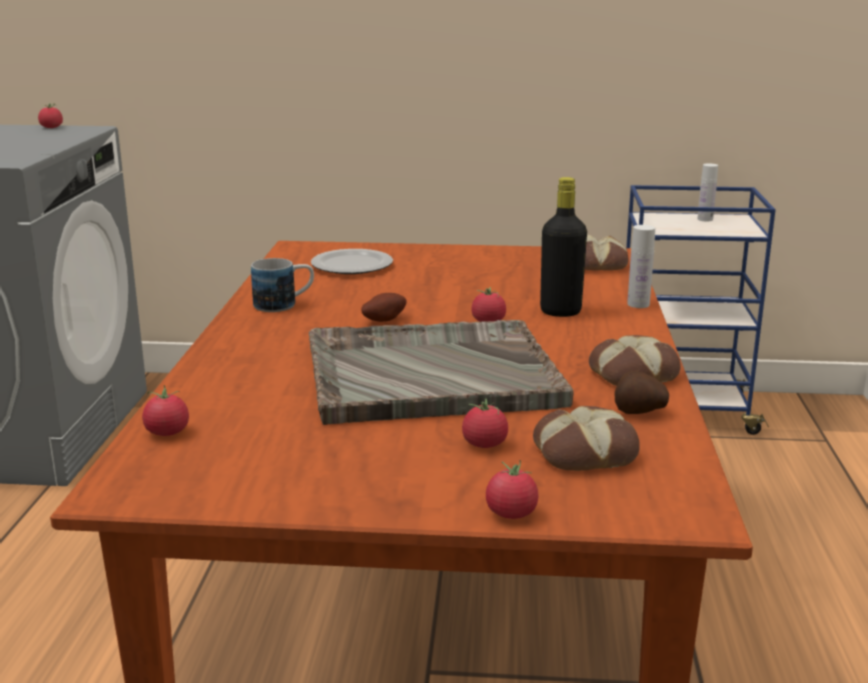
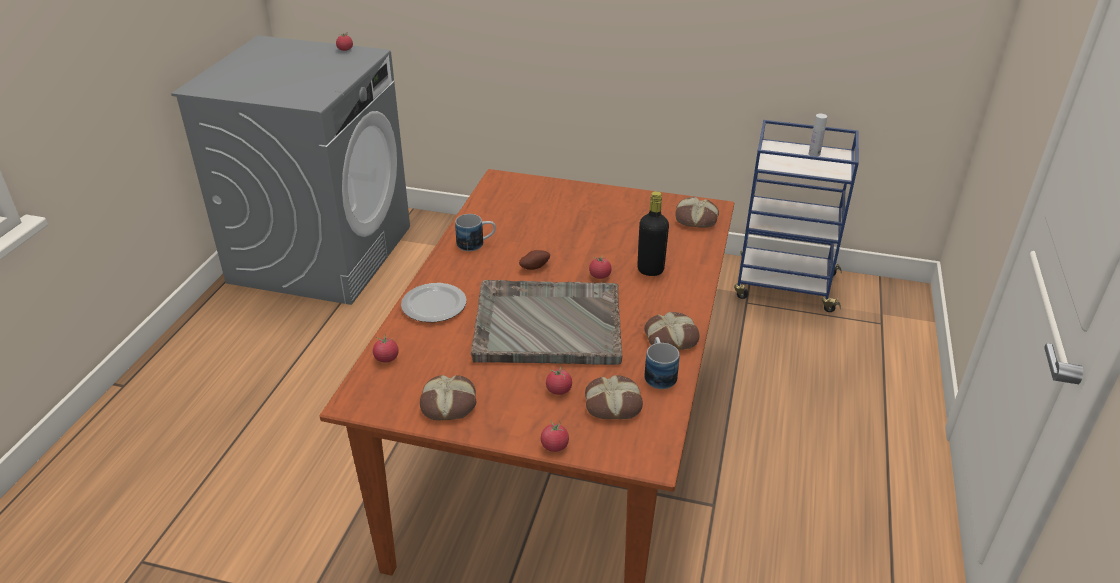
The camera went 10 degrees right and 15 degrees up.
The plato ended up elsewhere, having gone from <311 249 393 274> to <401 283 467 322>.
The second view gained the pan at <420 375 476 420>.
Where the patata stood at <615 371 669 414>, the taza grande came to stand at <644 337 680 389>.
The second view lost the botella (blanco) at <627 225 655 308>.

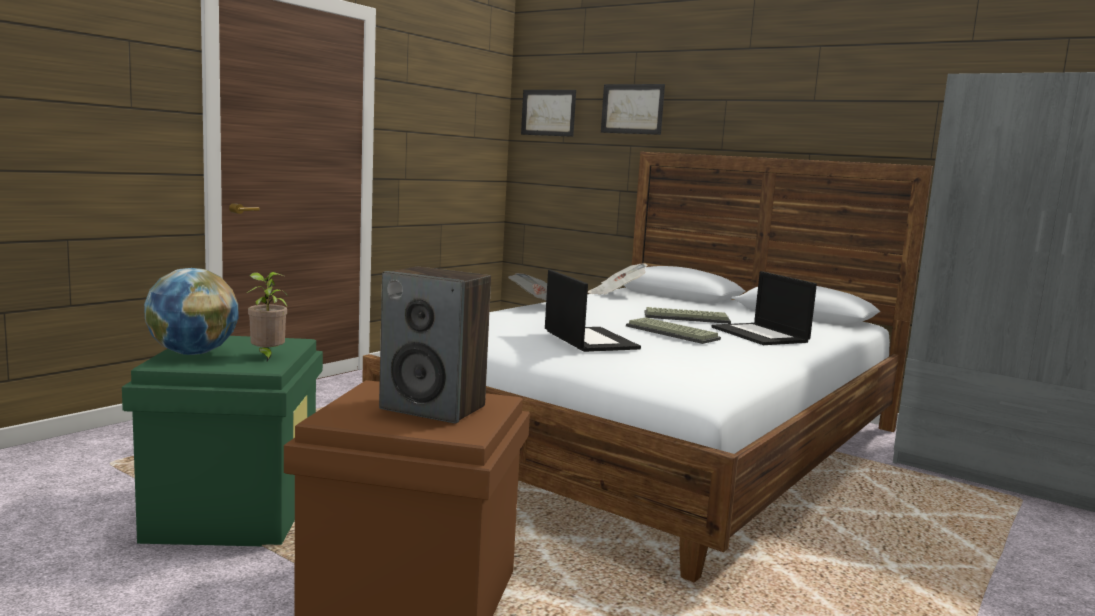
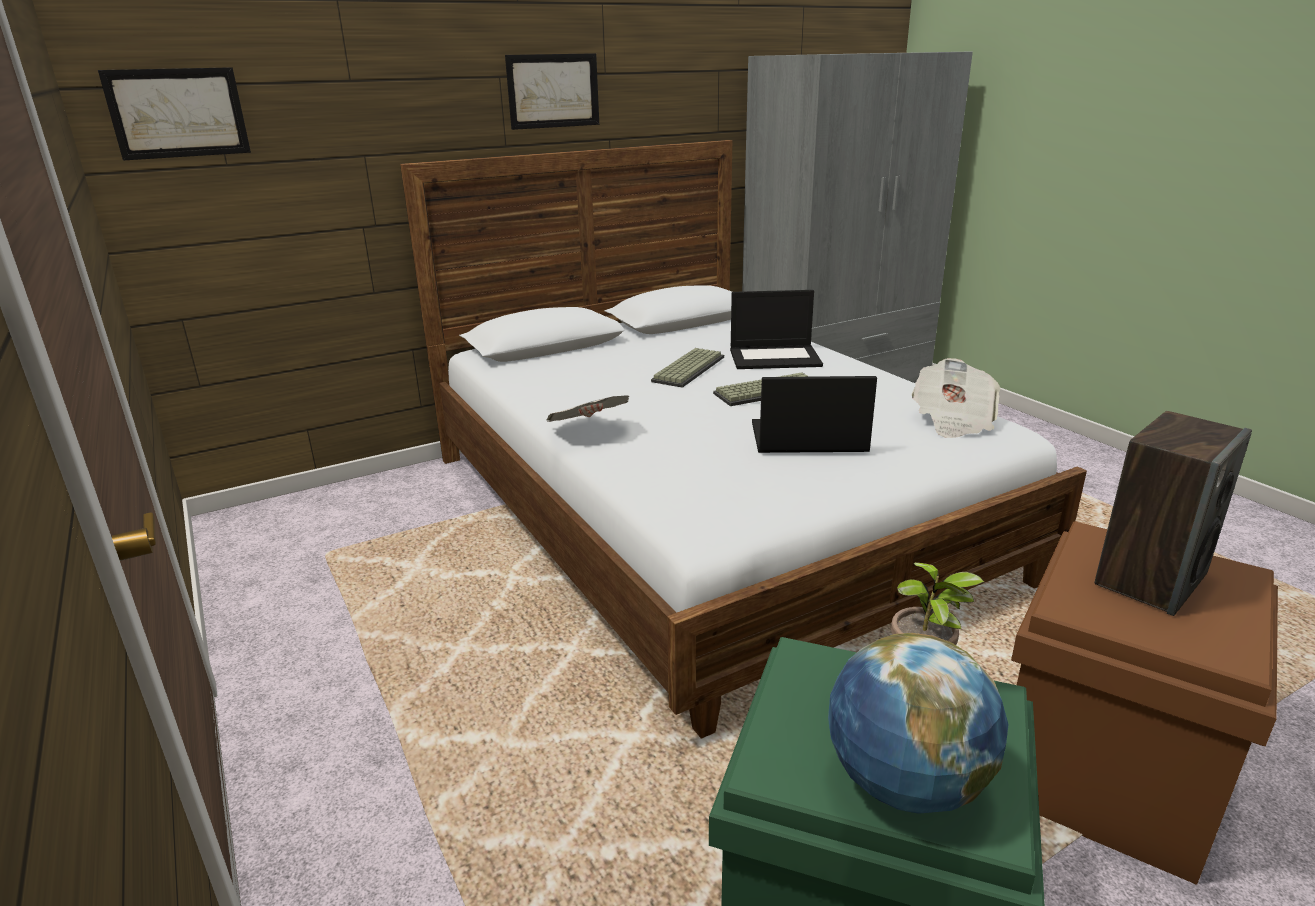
The camera went 65 degrees left and 15 degrees up.
The cuadro ended up elsewhere, having gone from <601 84 665 135> to <505 53 599 130>.
The periódico ended up elsewhere, having gone from <588 263 648 295> to <912 358 1001 438>.

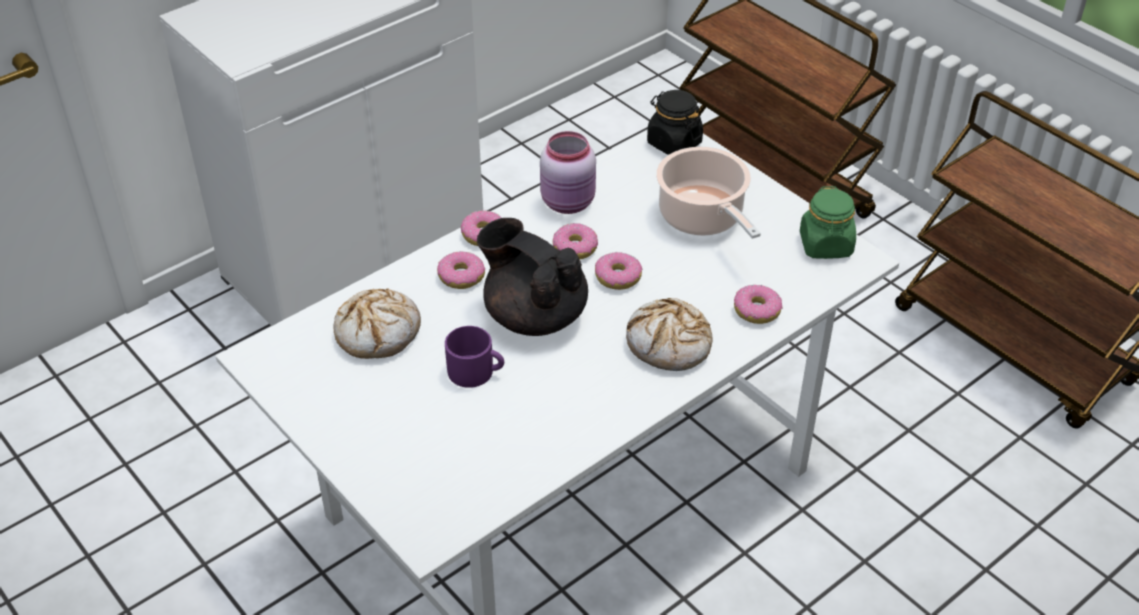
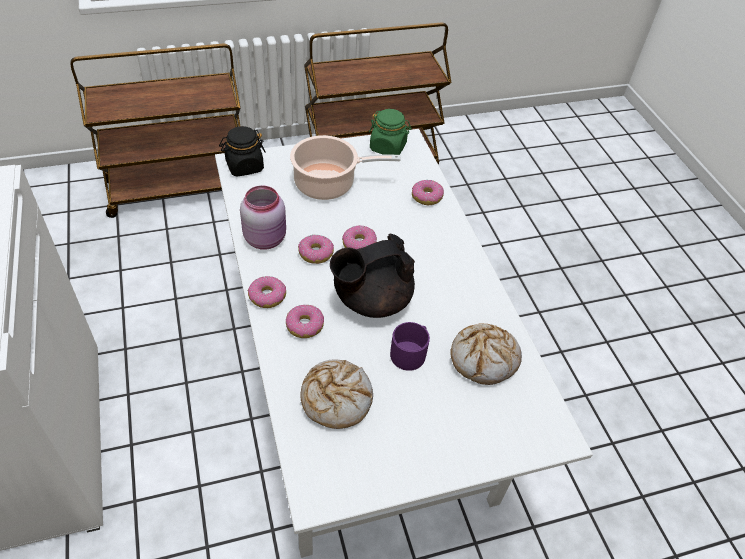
The camera went 70 degrees left and 5 degrees up.
The pan ended up elsewhere, having gone from <626 298 712 371> to <450 323 522 385>.

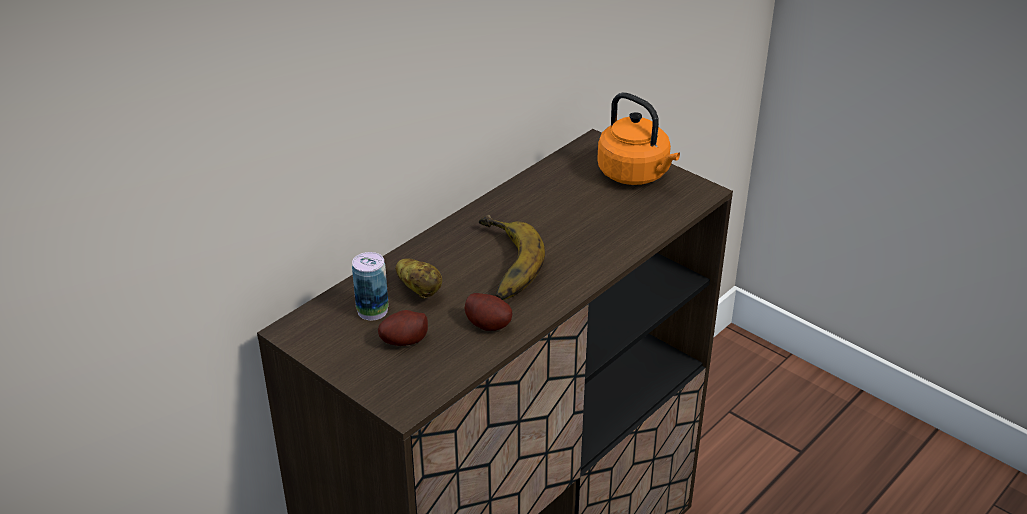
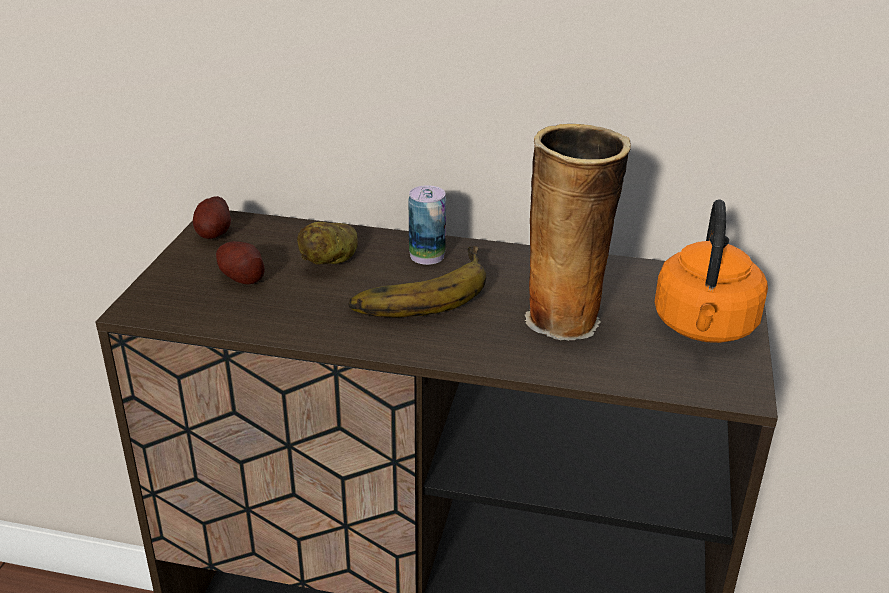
The camera went 60 degrees right and 5 degrees down.
The patata ended up elsewhere, having gone from <465 293 513 331> to <193 196 231 239>.
The lata ended up elsewhere, having gone from <352 252 389 320> to <409 185 446 265>.
The second view gained the florero at <525 124 631 341>.

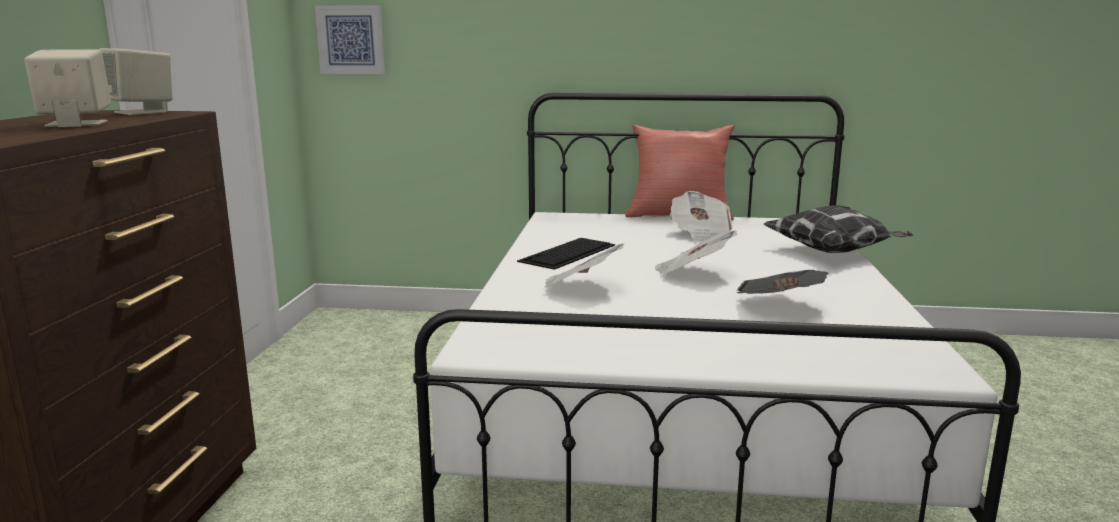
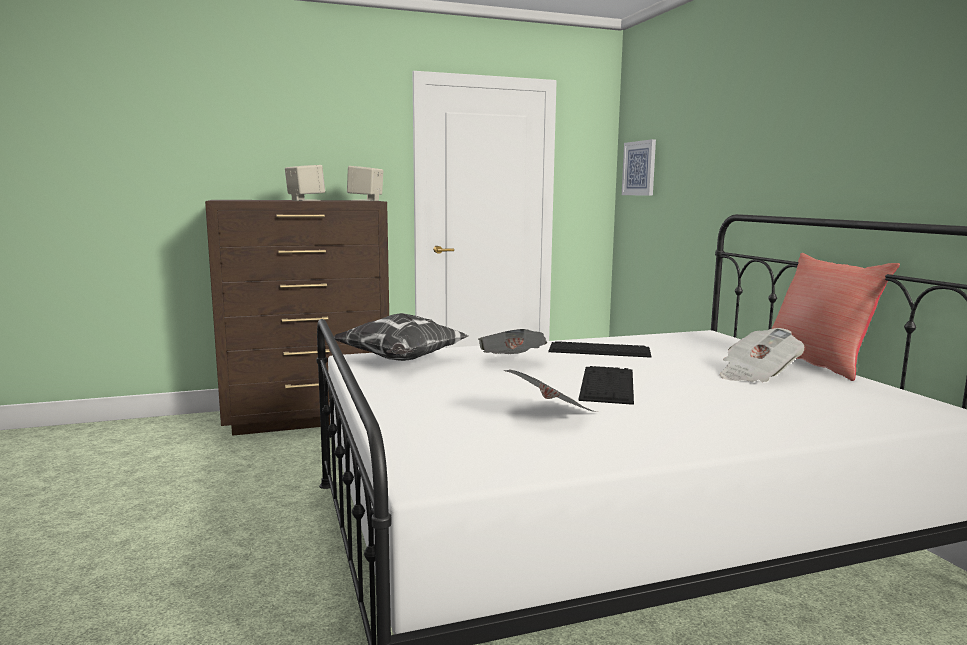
The camera went 65 degrees right and 5 degrees down.
The cojín ended up elsewhere, having gone from <764 205 914 253> to <334 313 468 361>.
Where the periódico stood at <655 230 737 275>, the teclado came to stand at <578 366 634 405>.

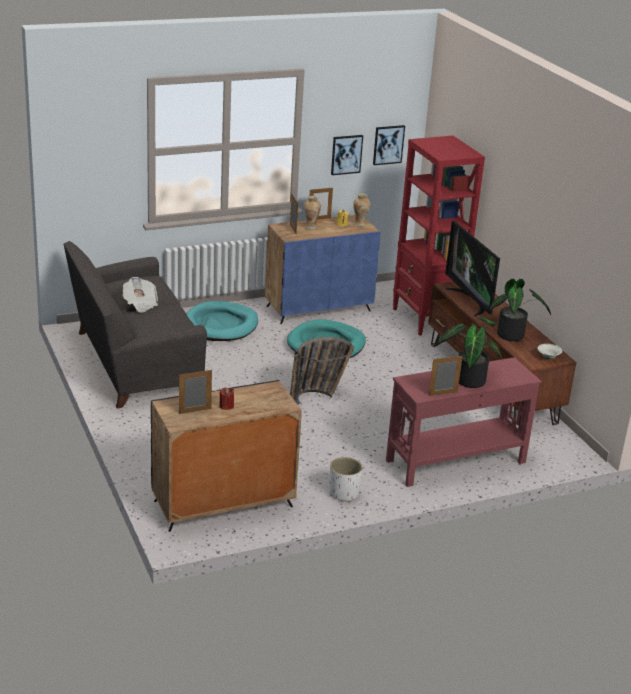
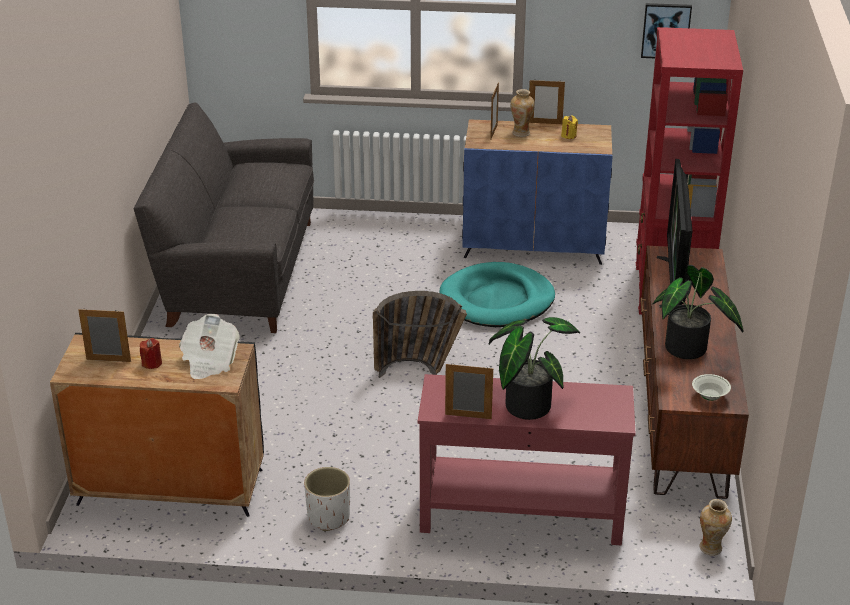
The camera went 30 degrees right and 5 degrees up.
The periódico ended up elsewhere, having gone from <123 277 158 313> to <179 314 240 379>.
The florero ended up elsewhere, having gone from <353 193 370 227> to <700 499 732 556>.
The second view lost the cama para perro (turquesa) at <186 301 258 341>.
The second view lost the cuadro at <331 135 363 175>.

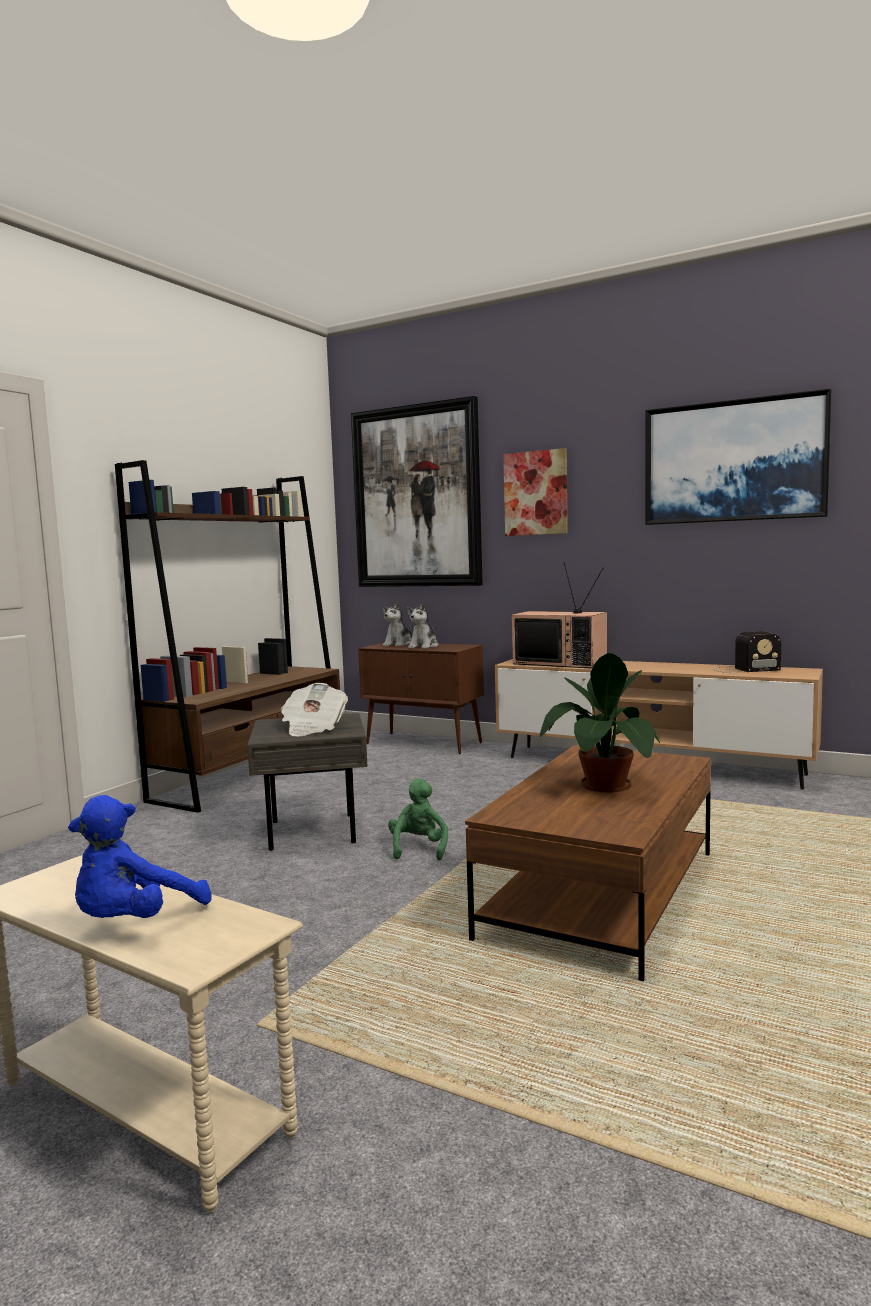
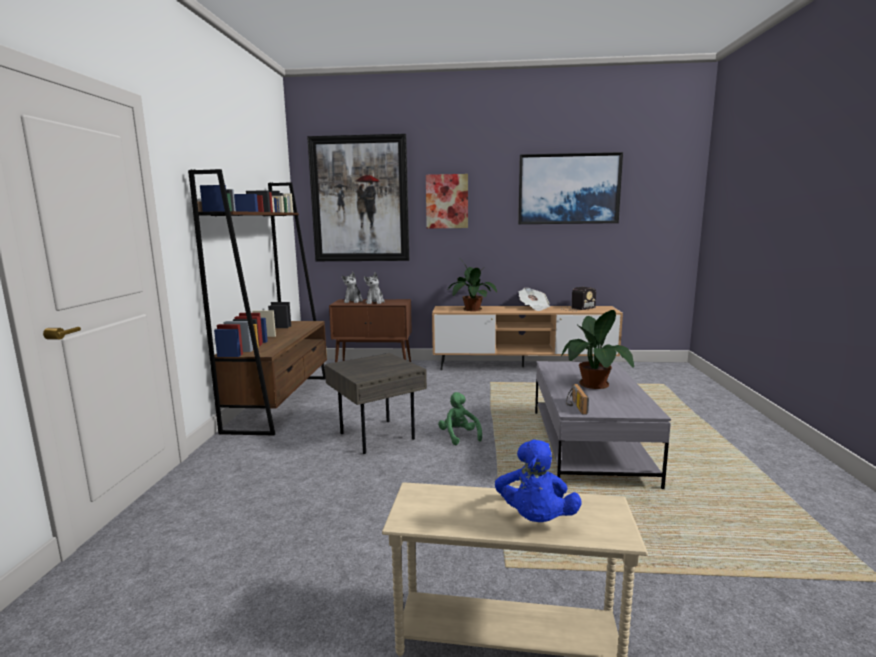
The camera went 25 degrees left and 5 degrees up.
Where the televisor stood at <512 563 607 669>, the planta en maceta came to stand at <448 262 497 311>.
The periódico ended up elsewhere, having gone from <281 683 348 736> to <518 288 550 311>.
What was the mesa de centro (marrón) at <465 745 711 981> turned into the mesa de centro (gris) at <535 361 671 489>.
The second view gained the radio at <566 384 589 414>.

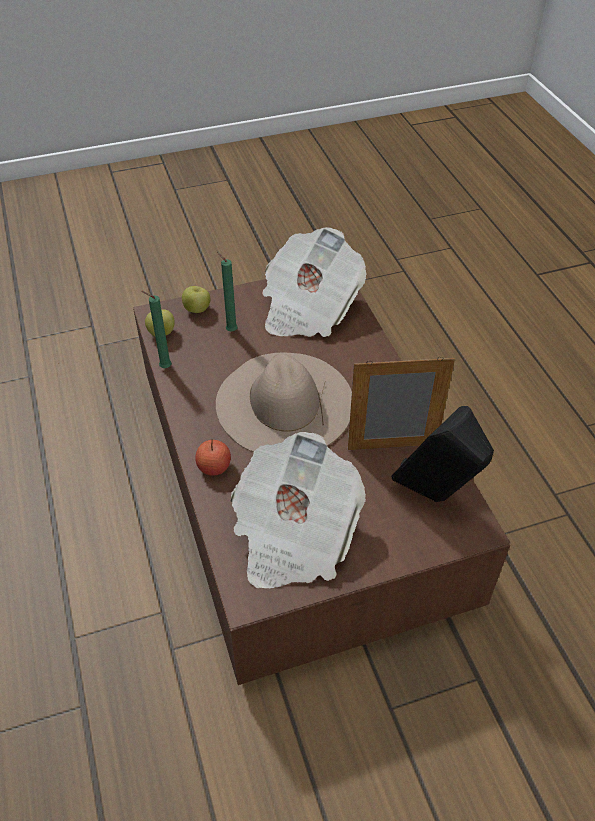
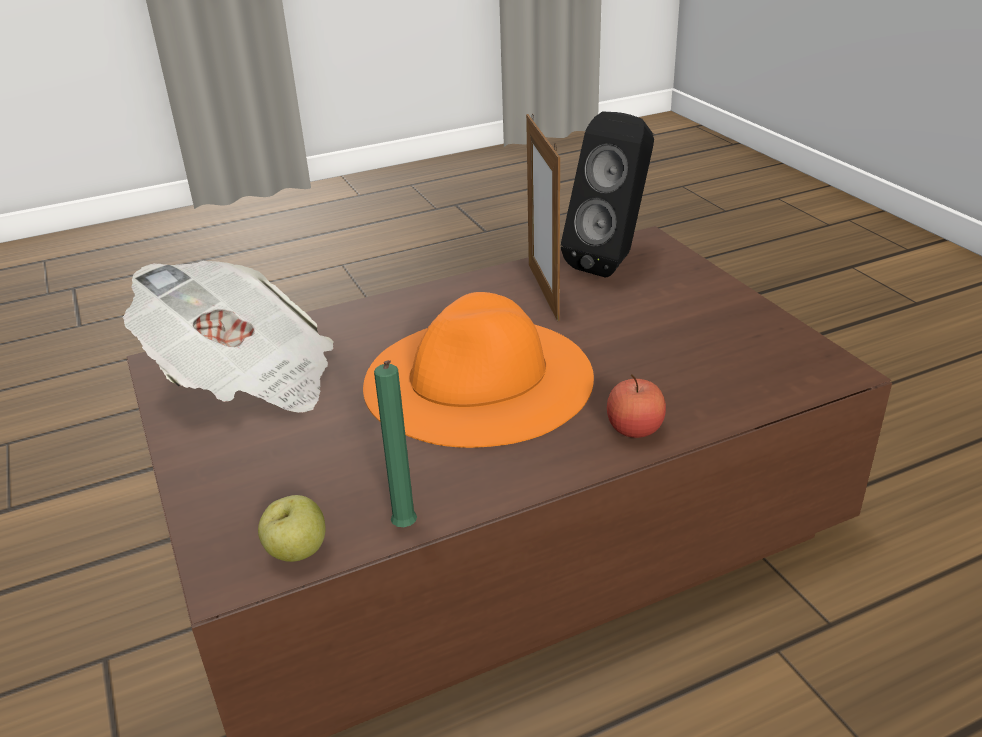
The camera went 95 degrees left and 15 degrees down.
What was the sombrero (beis) at <216 353 352 452> turned into the sombrero (naranja) at <363 292 594 448>.
The second view lost the manzana at <182 286 210 313>.
The second view lost the vela (verde) at <217 251 238 331>.
The second view lost the periódico at <230 432 366 588>.

